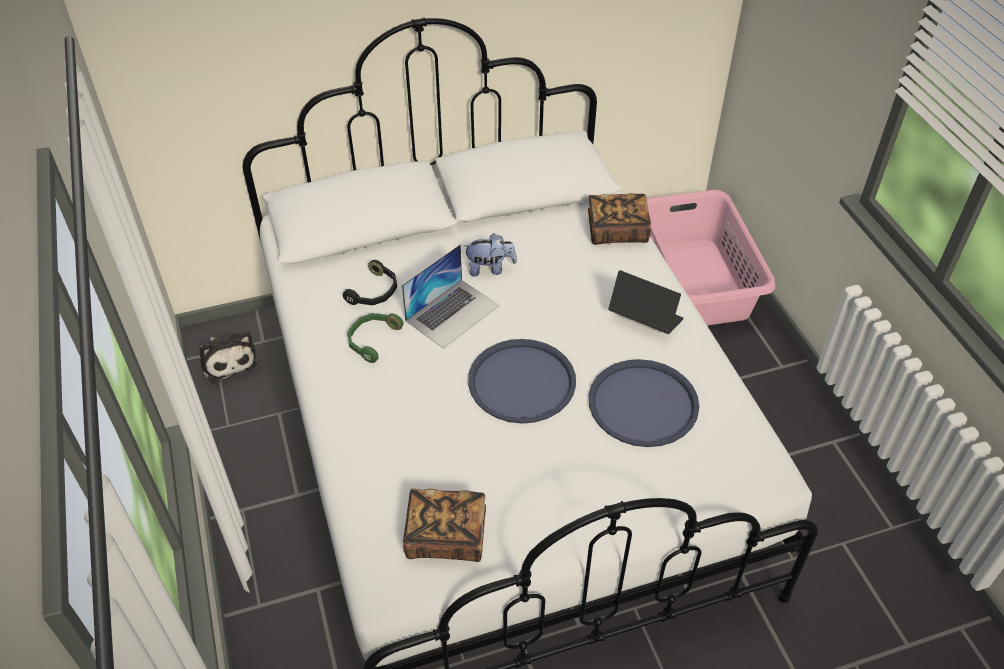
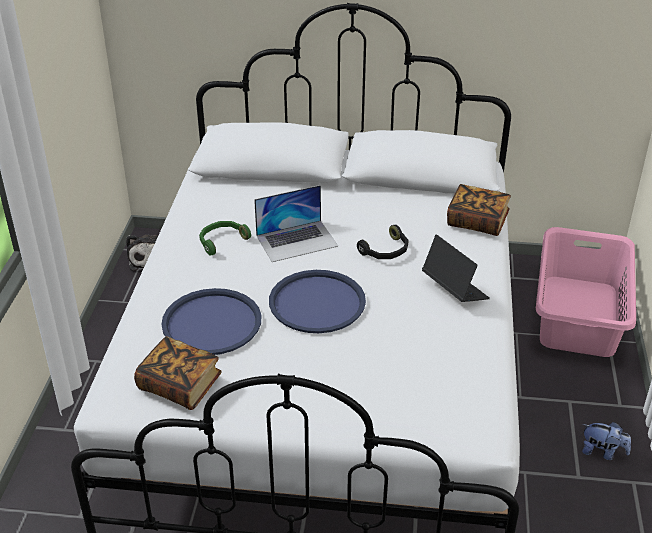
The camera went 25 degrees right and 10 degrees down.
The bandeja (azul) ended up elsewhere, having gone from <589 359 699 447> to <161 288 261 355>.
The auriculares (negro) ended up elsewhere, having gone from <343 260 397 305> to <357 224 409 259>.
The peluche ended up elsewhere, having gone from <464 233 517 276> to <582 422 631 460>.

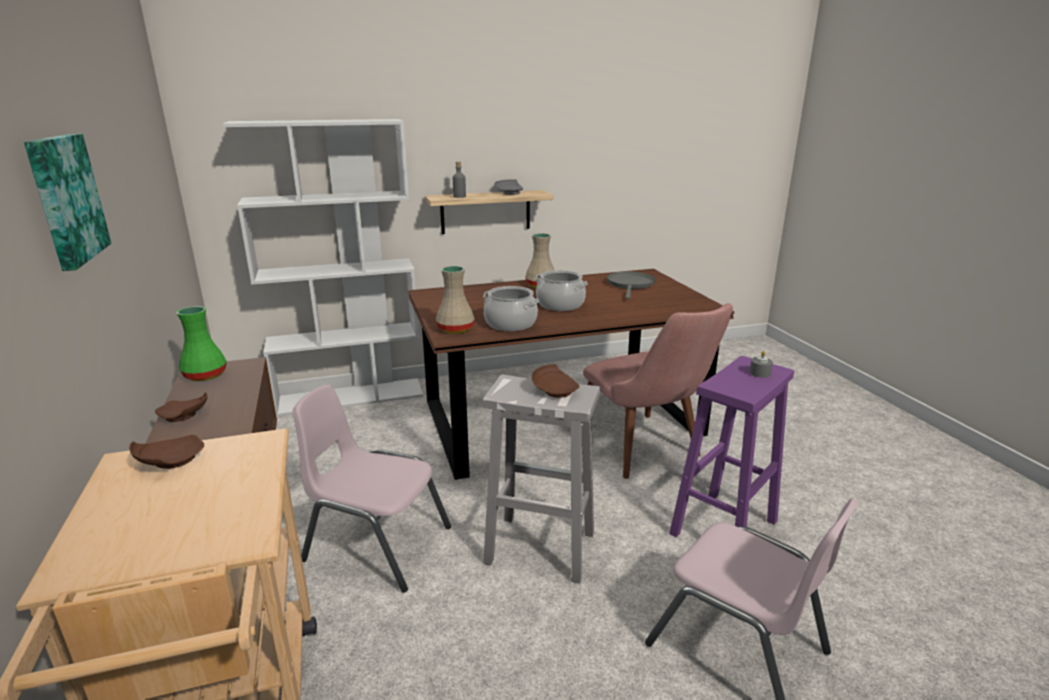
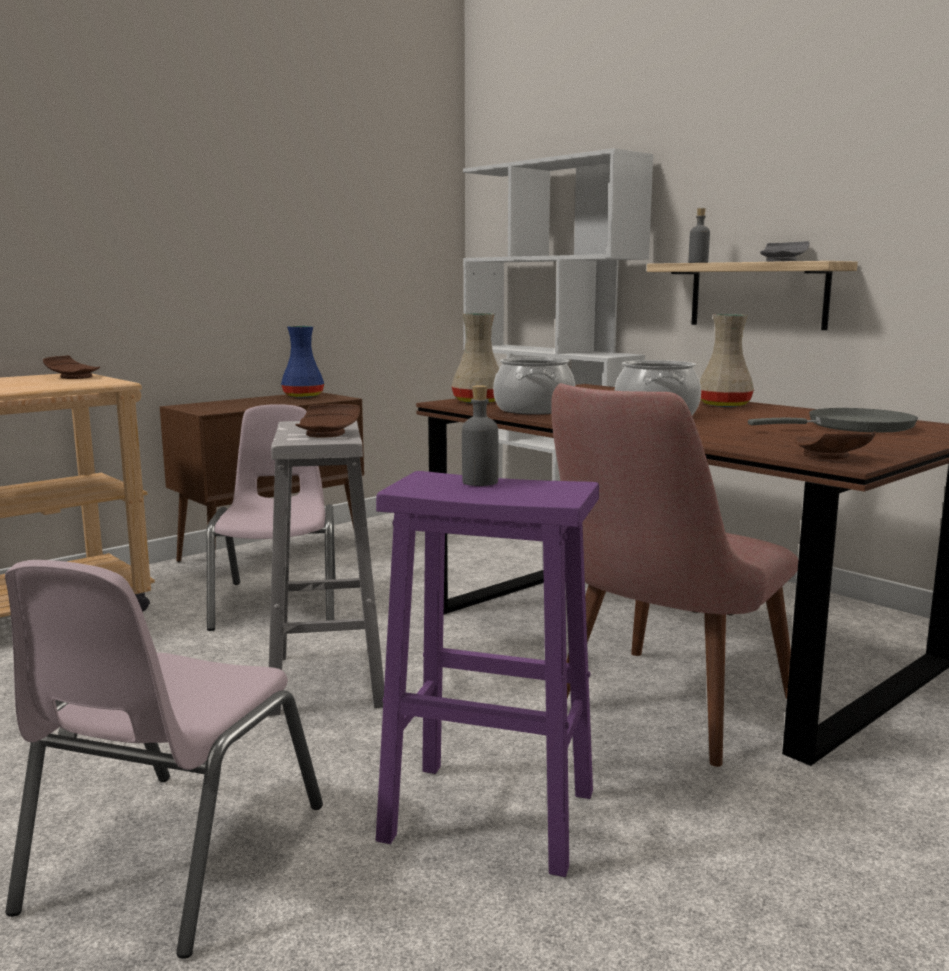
The camera went 65 degrees right and 10 degrees down.
What was the florero (verde) at <176 306 227 381> turned into the florero (azul) at <281 326 324 397>.
The second view gained the botella (gris) at <462 385 498 486>.
The plato (marrón) ended up elsewhere, having gone from <155 392 207 422> to <794 431 875 459>.
The second view lost the cuadro at <24 134 111 271>.
The second view lost the vela (gris) at <750 351 773 378>.

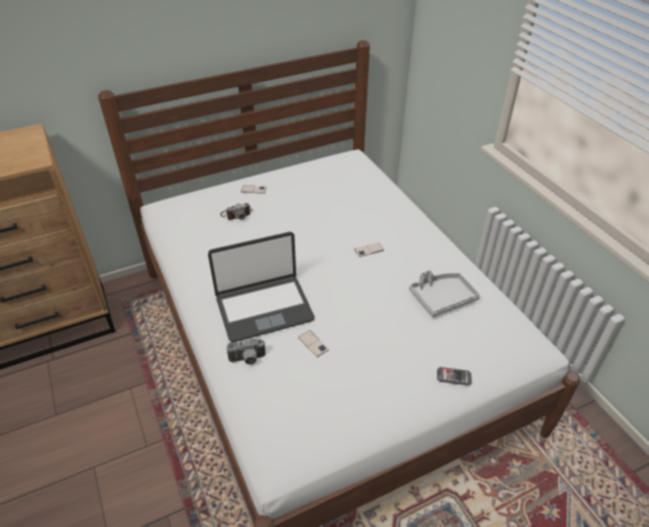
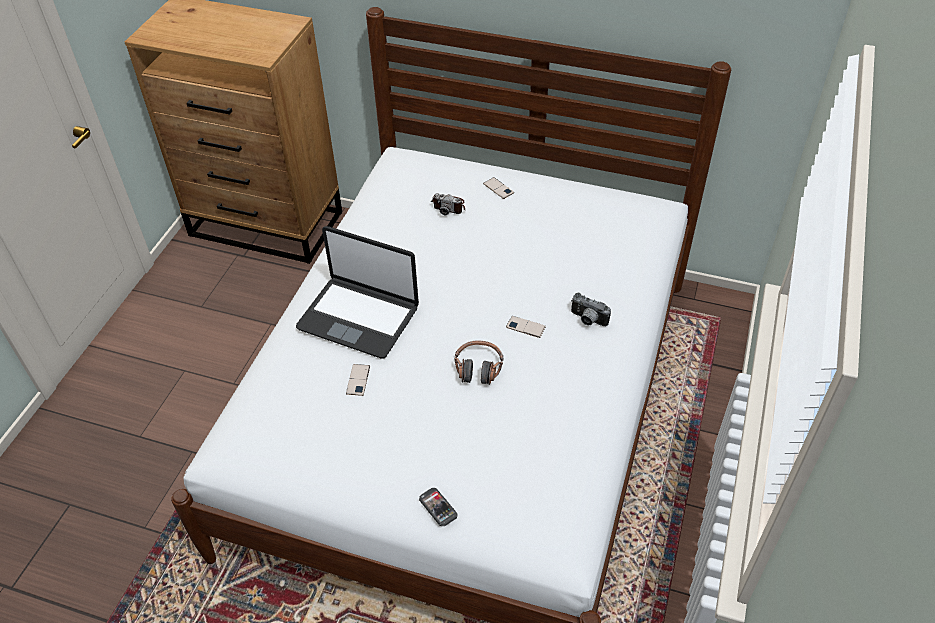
The camera went 45 degrees right and 5 degrees up.
The second view gained the auriculares at <454 340 503 385>.
The cámara ended up elsewhere, having gone from <227 339 266 365> to <571 292 611 326>.
The second view lost the bandeja (gris) at <409 270 480 317>.

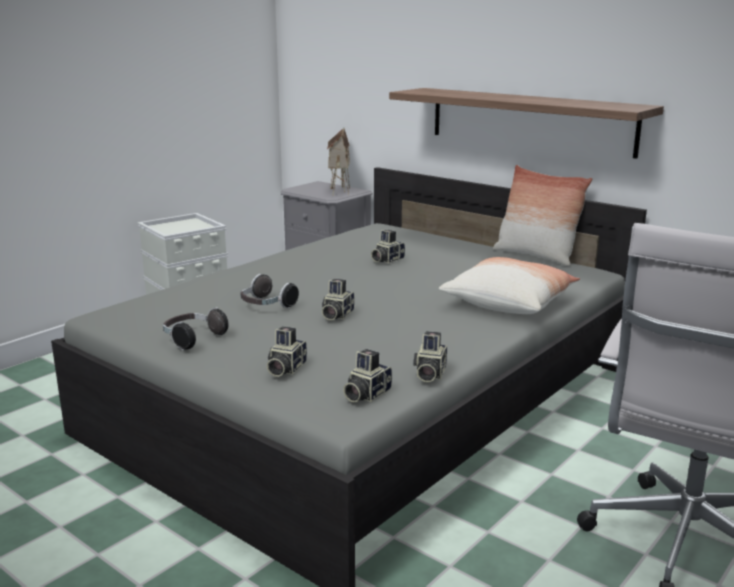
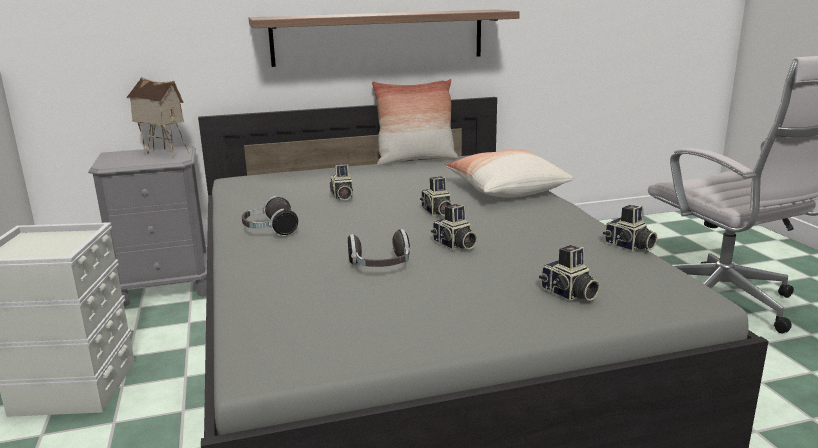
The camera went 55 degrees left and 0 degrees up.
The auriculares ended up elsewhere, having gone from <163 307 229 351> to <242 196 298 237>.
The cámara ended up elsewhere, having gone from <343 349 392 402> to <420 176 453 216>.

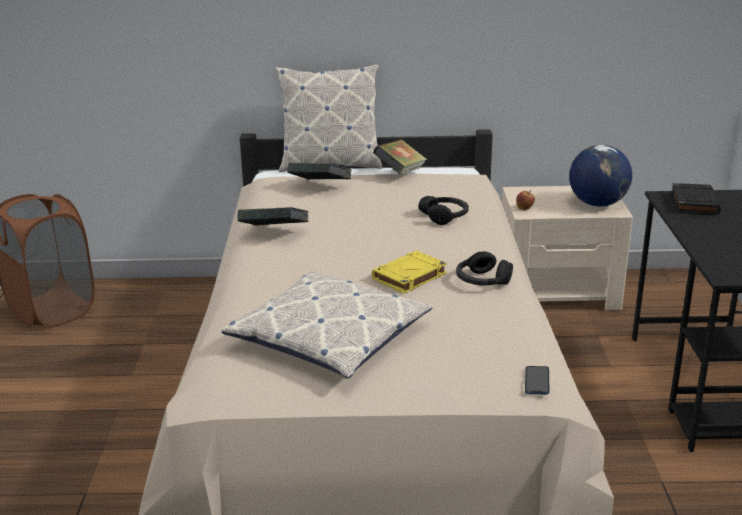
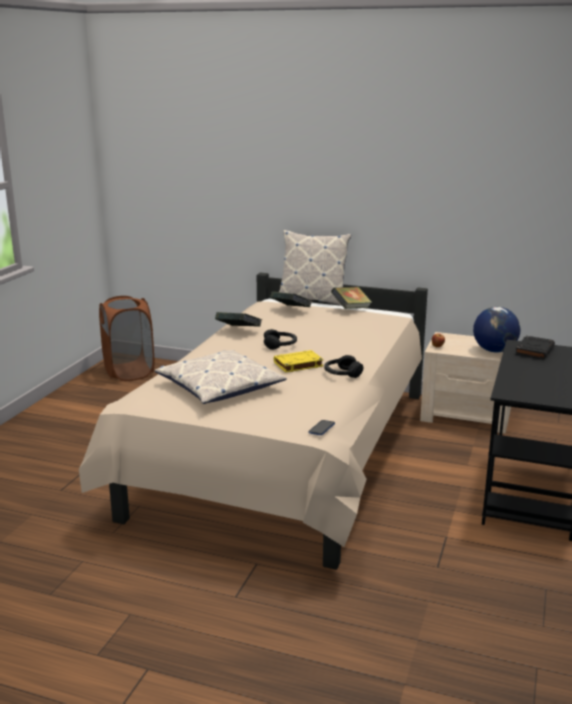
The camera went 20 degrees right and 5 degrees down.
The auriculares (negro) ended up elsewhere, having gone from <418 196 469 225> to <264 329 297 350>.

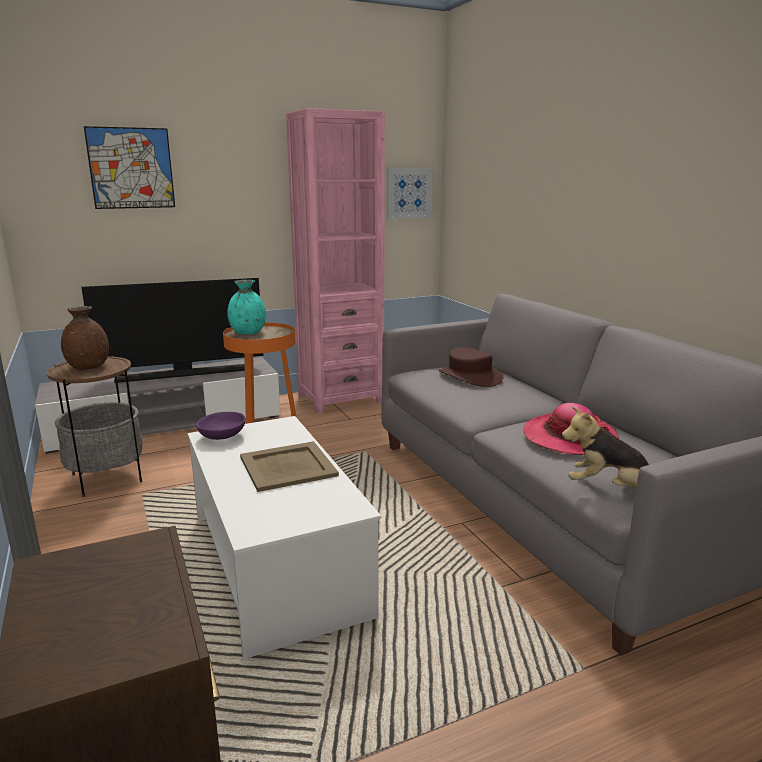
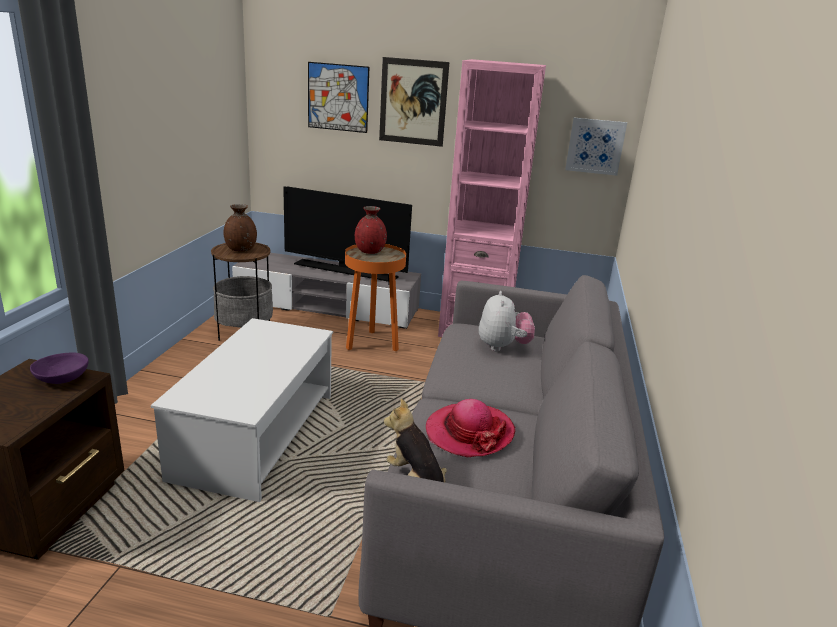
The camera went 35 degrees right and 5 degrees up.
The cuenco (morado) ended up elsewhere, having gone from <196 412 246 440> to <30 353 89 384>.
What was the florero (turquesa) at <227 280 266 335> turned into the florero (rojo) at <355 206 387 254>.
The second view gained the cuadro at <379 57 449 147>.
Where the sombrero (marrón) stood at <439 347 503 387>, the peluche came to stand at <479 291 535 351>.
The second view lost the bandeja (beis) at <240 441 339 492>.

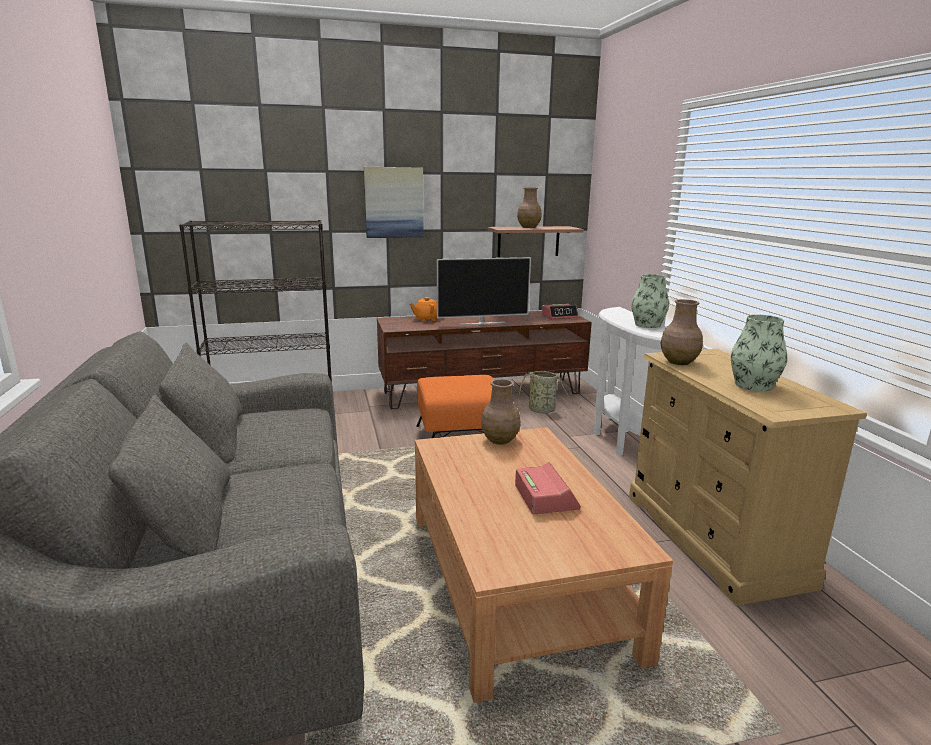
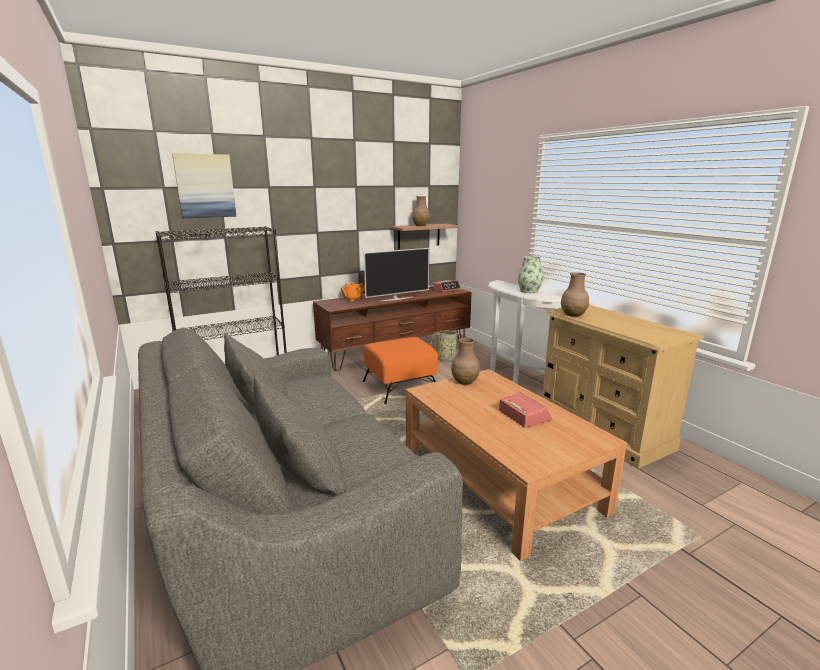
The camera went 15 degrees left and 0 degrees up.
The cuadro ended up elsewhere, having gone from <364 167 424 238> to <172 153 237 218>.
The second view lost the florero at <731 315 787 391>.

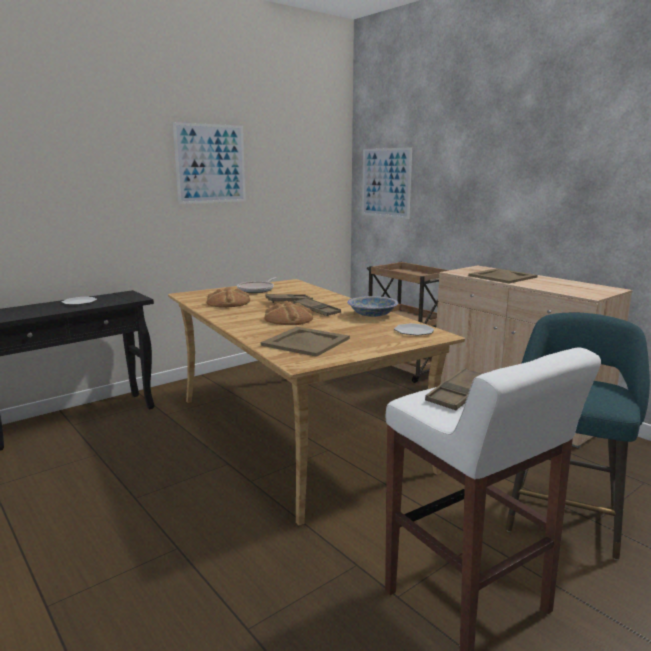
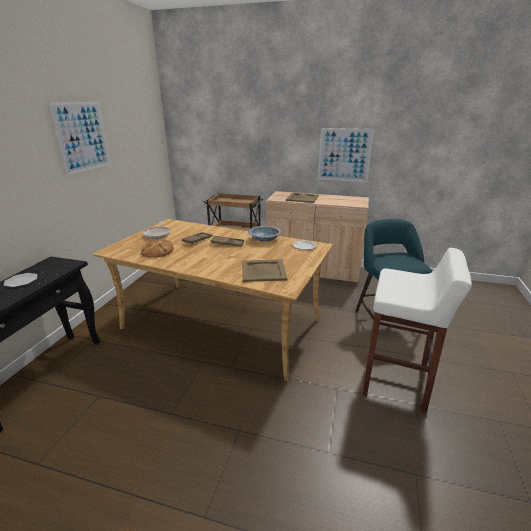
The camera went 35 degrees left and 10 degrees up.
The cuadro ended up elsewhere, having gone from <362 147 412 219> to <318 128 374 182>.
The second view lost the pan at <265 301 313 325>.
The second view lost the bandeja (marrón) at <425 368 482 410>.

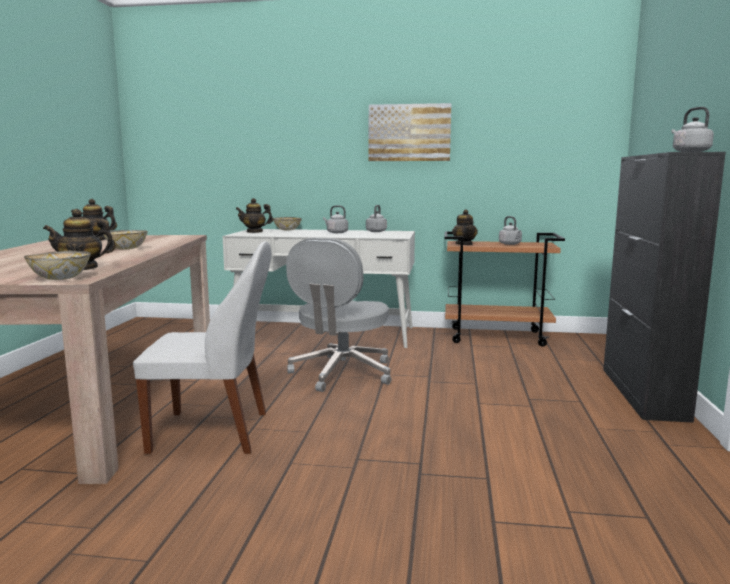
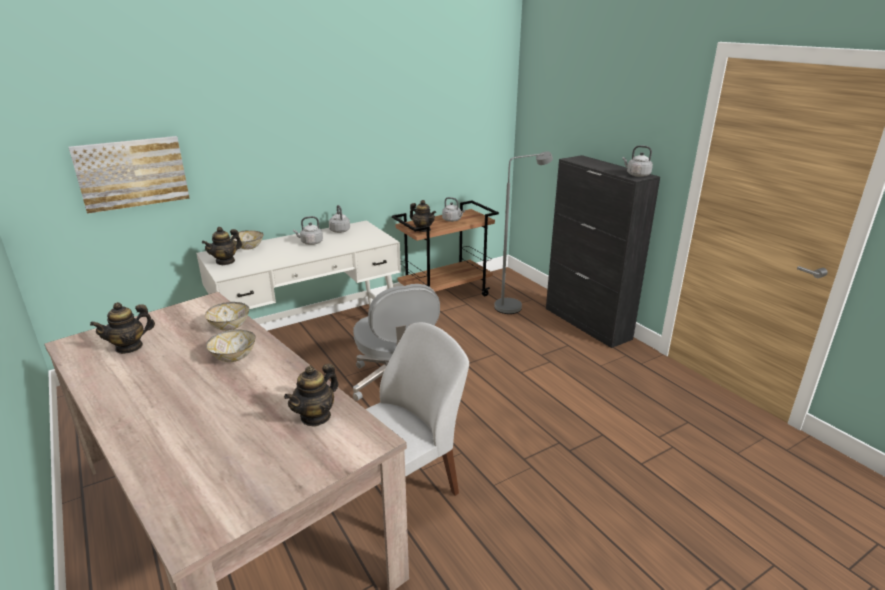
The camera went 40 degrees left and 15 degrees up.
The cuadro ended up elsewhere, having gone from <369 103 452 161> to <69 136 190 214>.
The cuenco ended up elsewhere, having gone from <24 251 91 280> to <205 302 249 331>.
The second view gained the lámpara de pie (gris) at <494 152 553 314>.

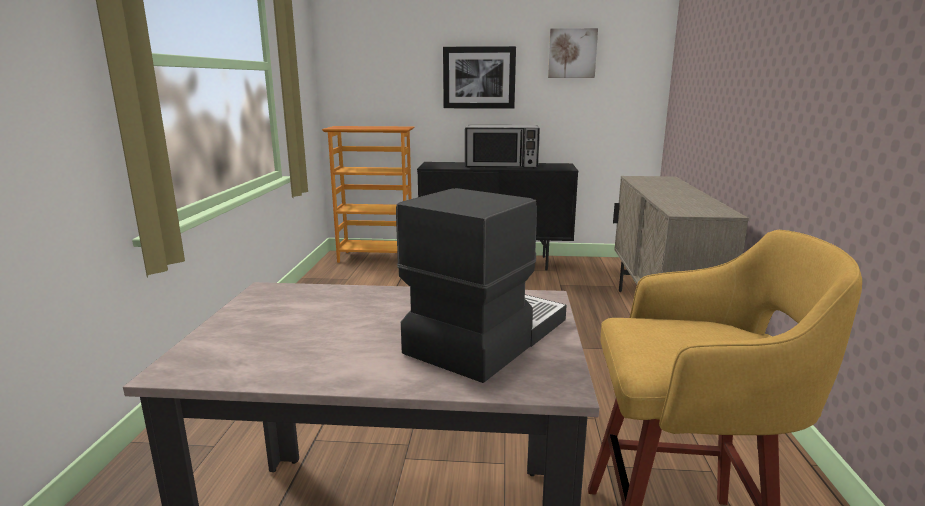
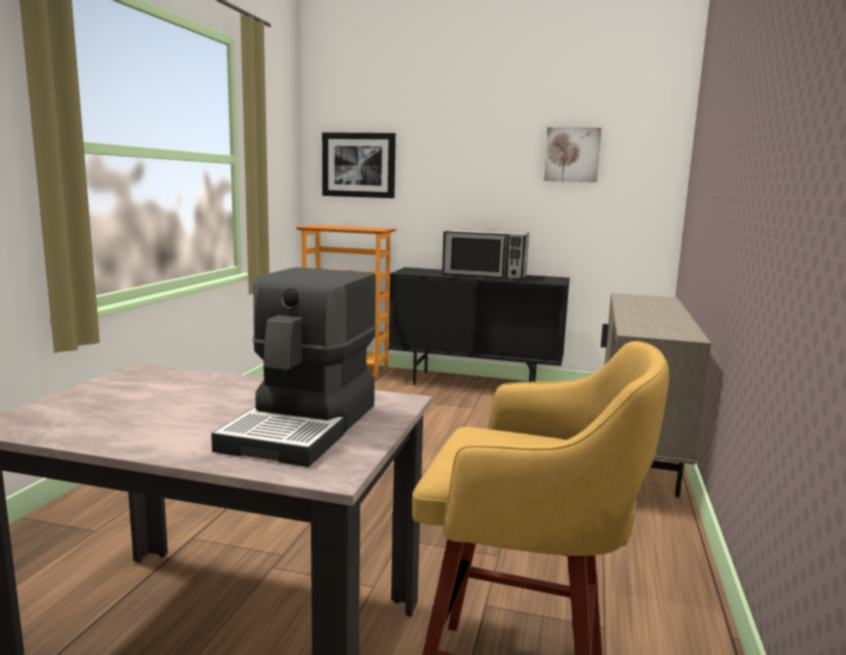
The camera went 10 degrees right and 5 degrees down.
The cafetera at <396 188 567 383> ended up facing another way, 150 degrees clockwise from before.
The cuadro ended up elsewhere, having gone from <443 46 516 109> to <322 132 396 198>.

